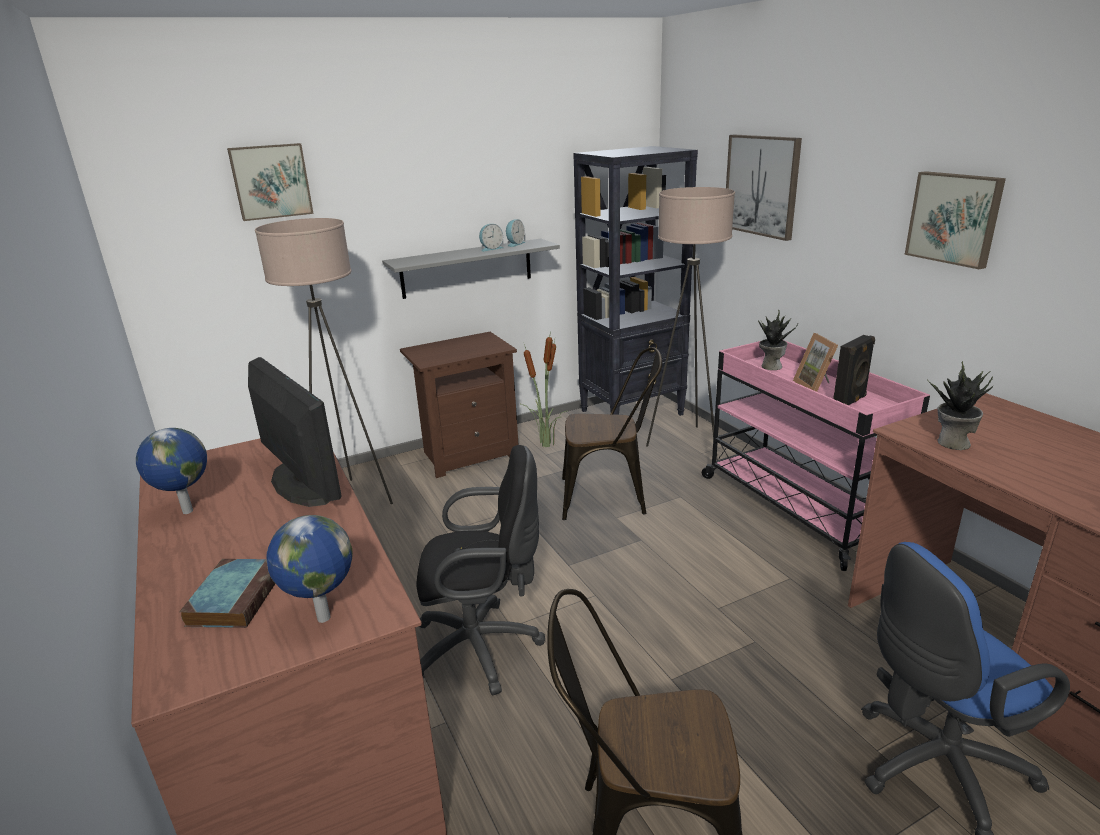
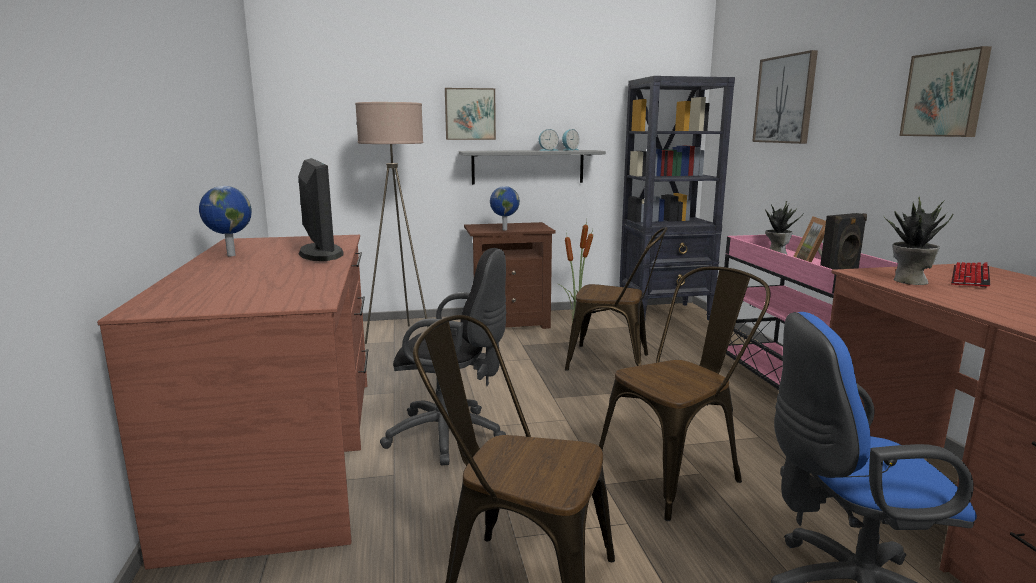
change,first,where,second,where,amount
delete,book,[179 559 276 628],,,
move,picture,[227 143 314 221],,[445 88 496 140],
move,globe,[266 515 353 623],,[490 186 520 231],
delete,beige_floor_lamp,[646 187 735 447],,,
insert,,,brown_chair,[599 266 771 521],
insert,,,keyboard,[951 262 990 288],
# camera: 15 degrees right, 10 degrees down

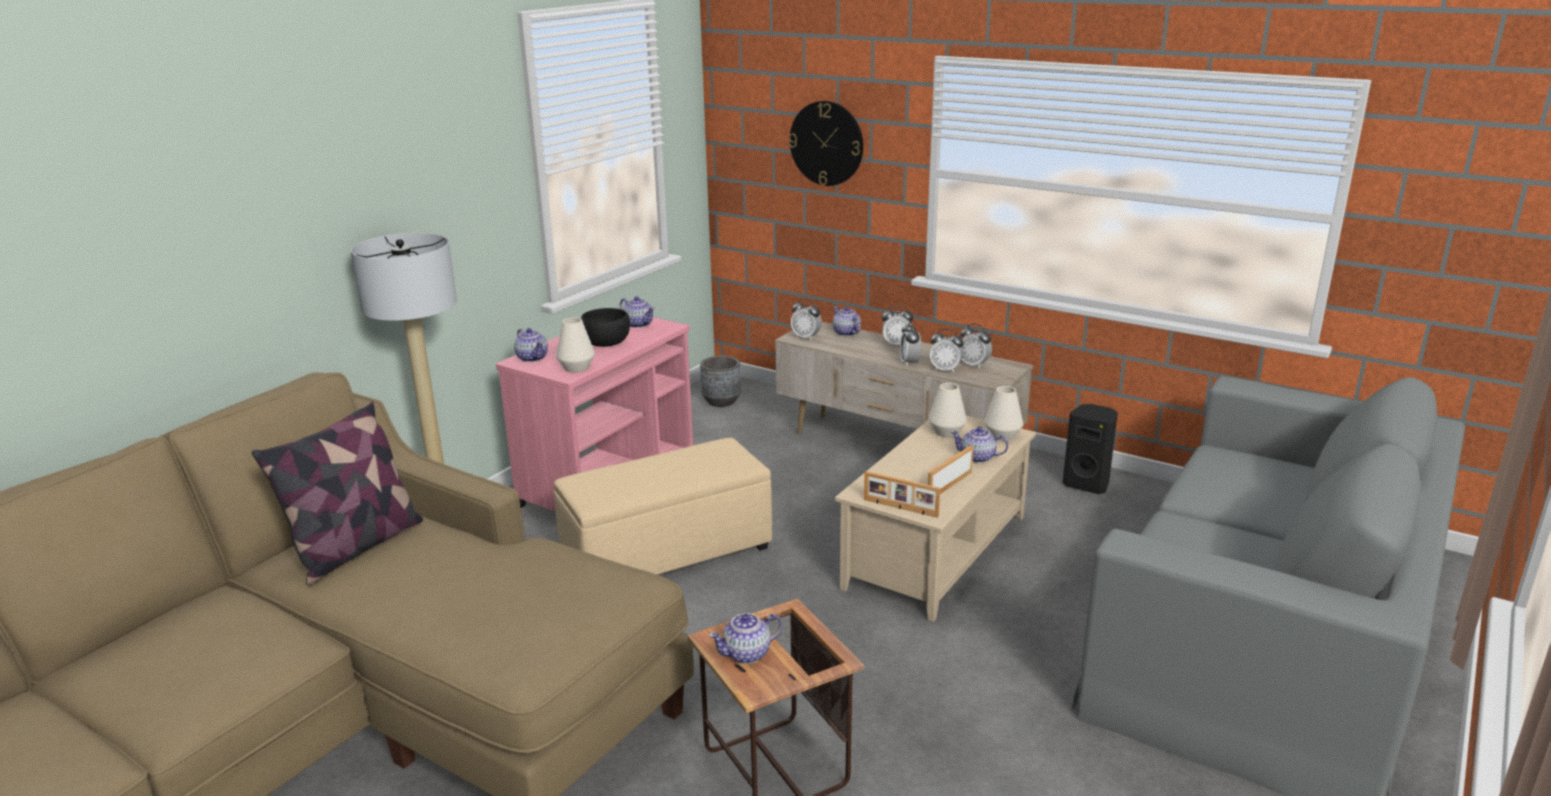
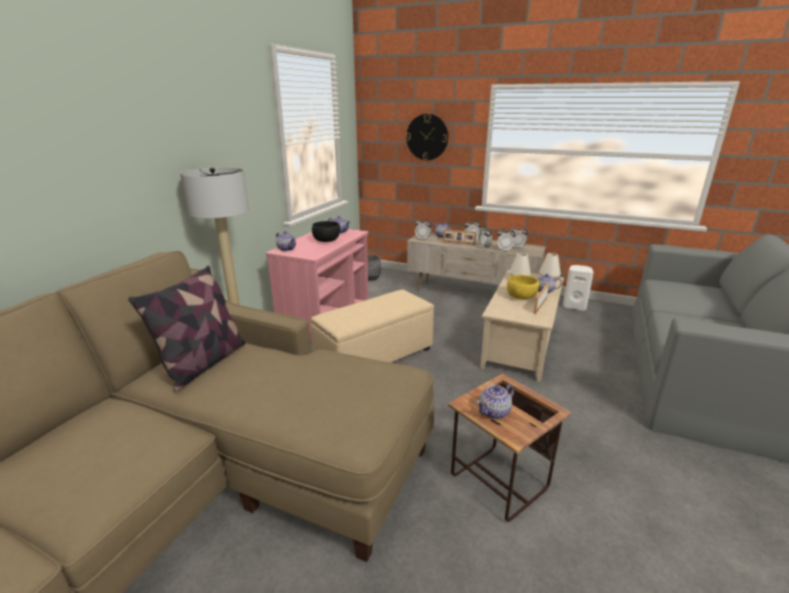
change,first,where,second,where,amount
delete,white_vase,[556 317 595 372],,,
move,picture_frame,[864 471 940 518],,[443 229 476 245],
recolor,black_speaker,[1063 404 1118 494],white_speaker,[563 265 594 311],
insert,,,yellow_bowl,[507 275 539 299],
# camera: 10 degrees left, 0 degrees up

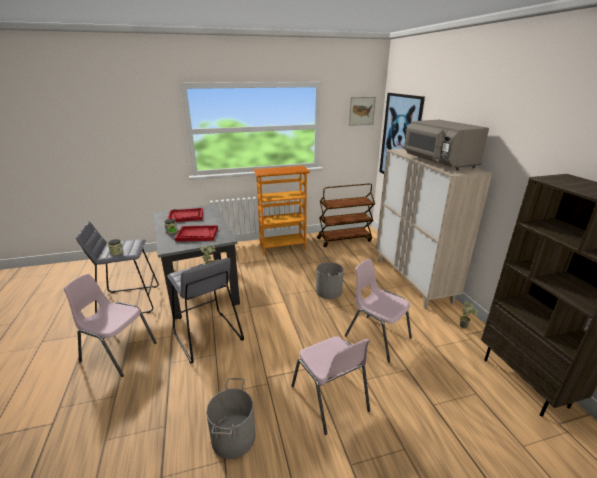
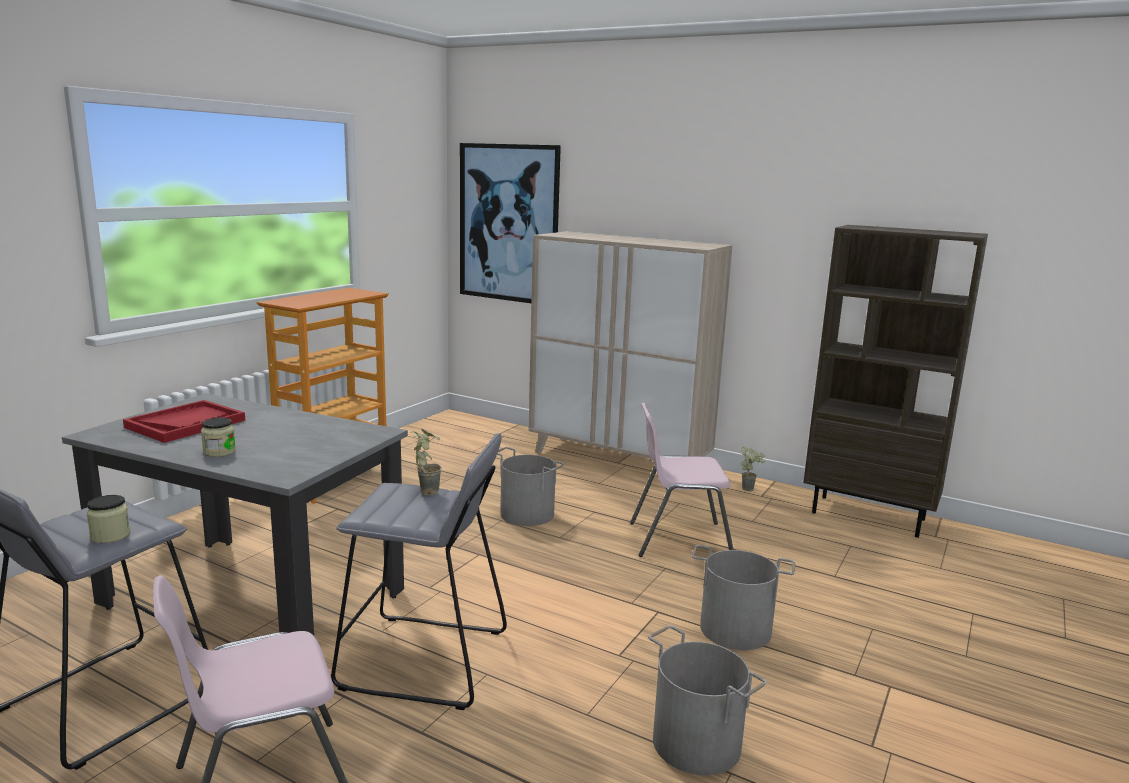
change,first,where,second,where,amount
delete,red_tray,[175 225 218 242],,,
replace,pink_chair,[291 336 370 435],grey_bucket,[692 545 795 650],
delete,brown_cart,[317 183 375 247],,,
delete,picture,[349 97 376 126],,,
delete,grey_microwave,[404 120 489 170],,,
# camera: 45 degrees left, 10 degrees down

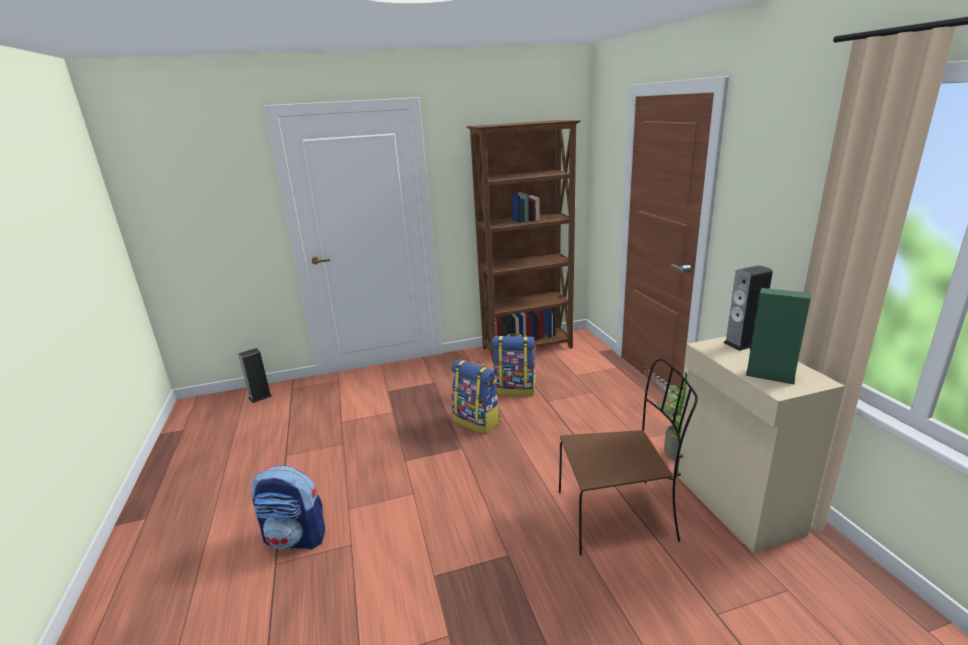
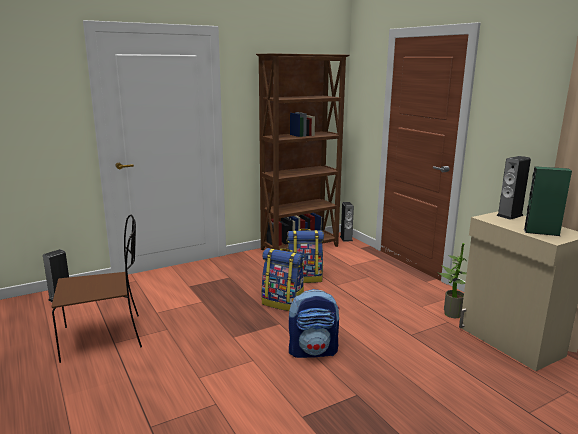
change,first,where,second,where,amount
move,backpack,[251 465 325 549],,[289 289 340 358],
move,brown_chair,[559 359 698 555],,[51 215 142 363],
insert,,,speaker,[340 202 354 242],
# camera: 15 degrees left, 5 degrees down

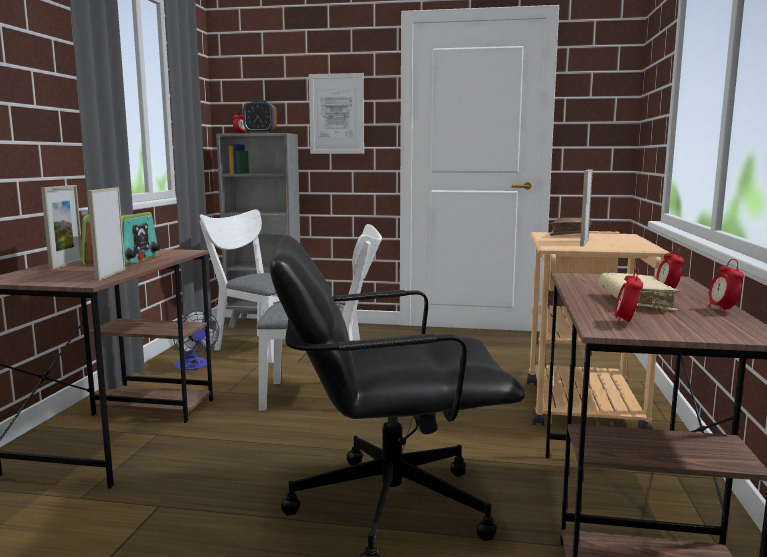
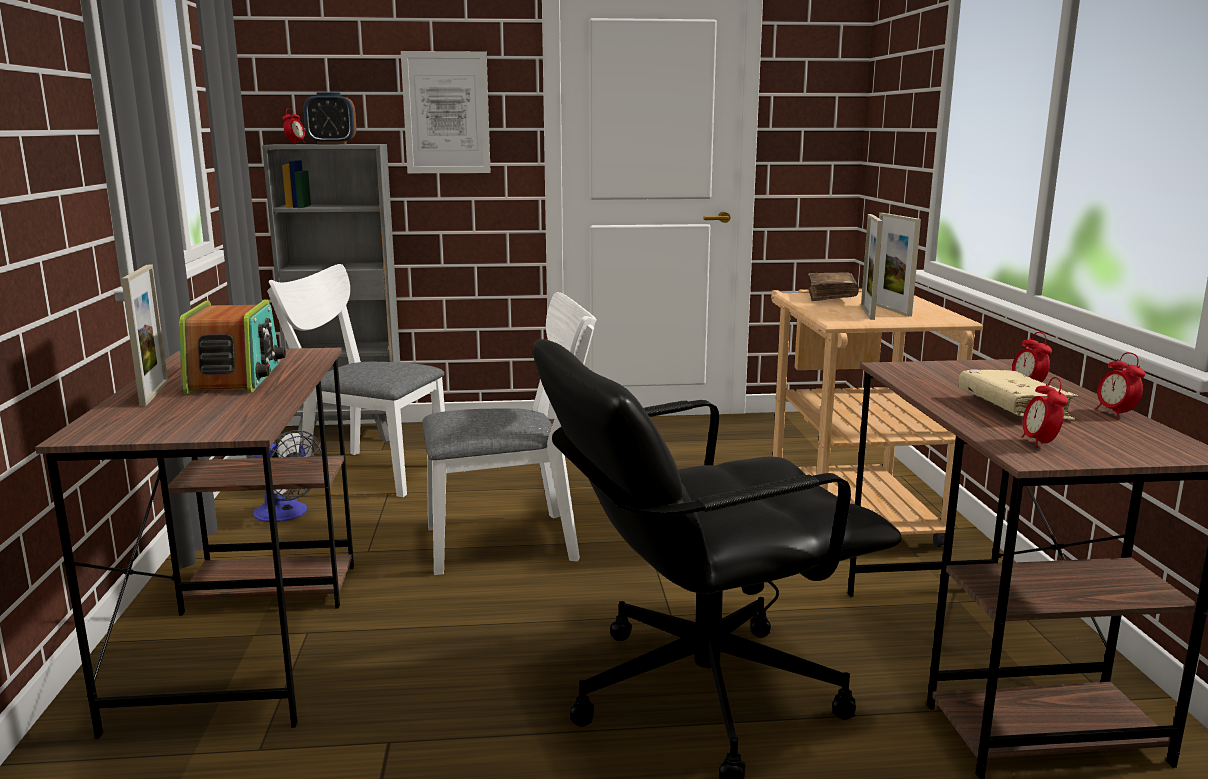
change,first,where,second,where,amount
move,picture_frame,[87 188 125 281],,[876 213 921 317],
# camera: 15 degrees left, 5 degrees up

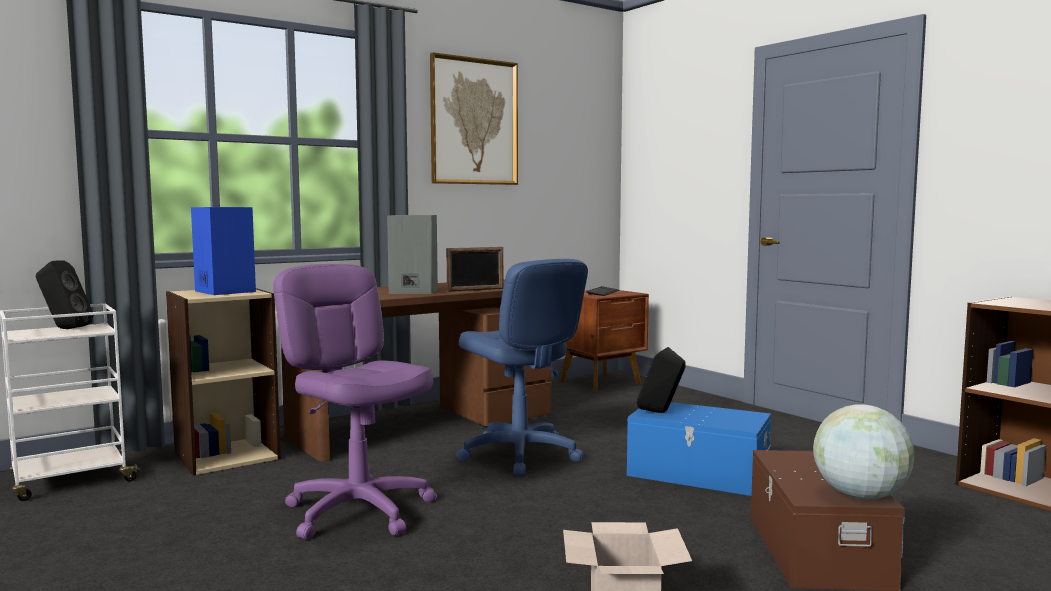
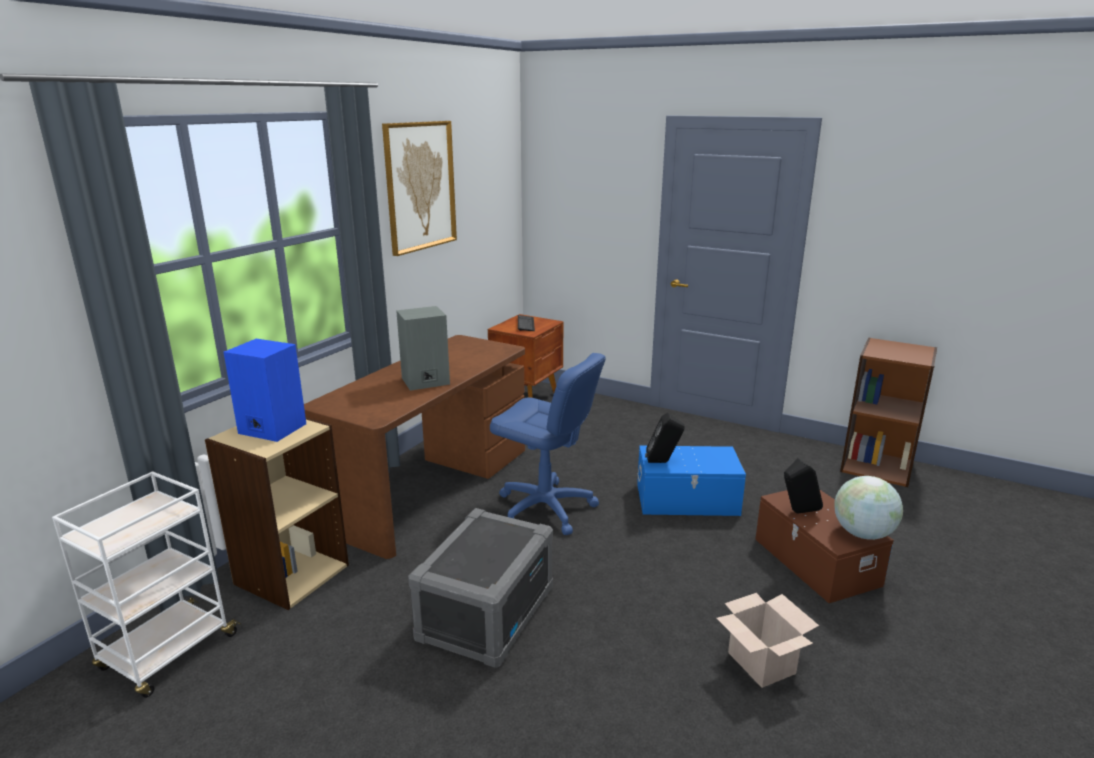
change,first,where,second,where,amount
move,black_speaker,[36 260 94 329],,[784 458 823 514],
replace,purple_office_chair,[273 264 437 539],grey_storage_box,[408 508 553 668],
delete,picture_frame,[446 247 503 292],,,
# camera: 25 degrees left, 15 degrees up

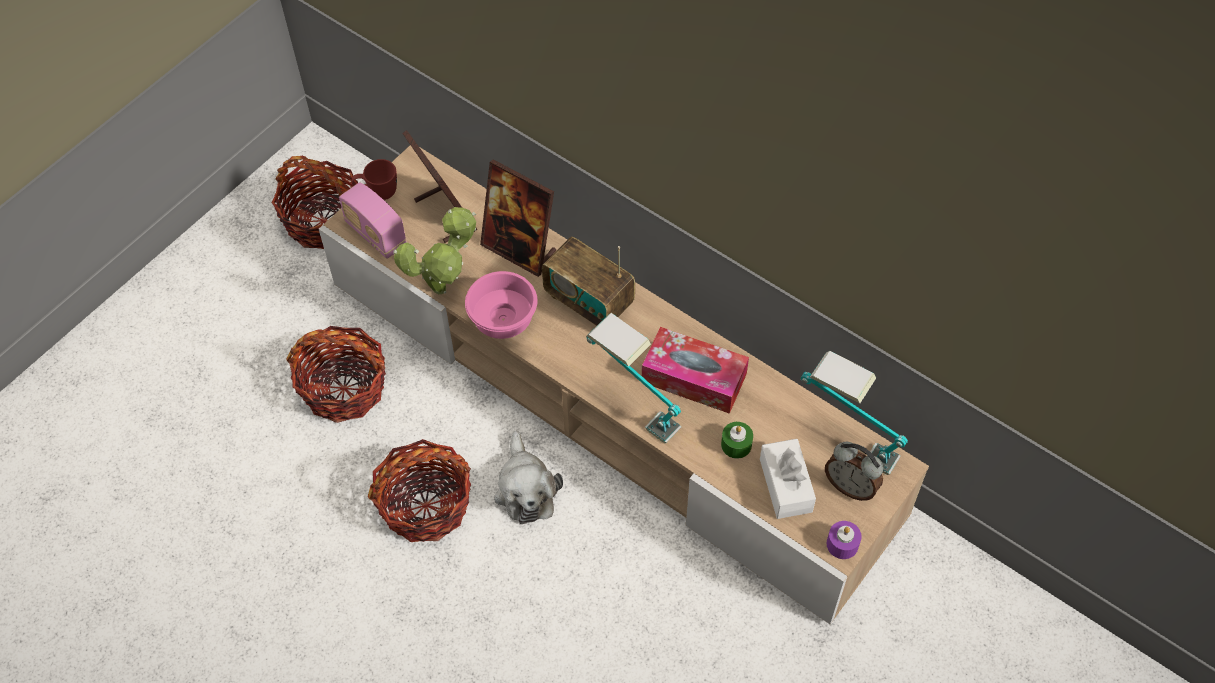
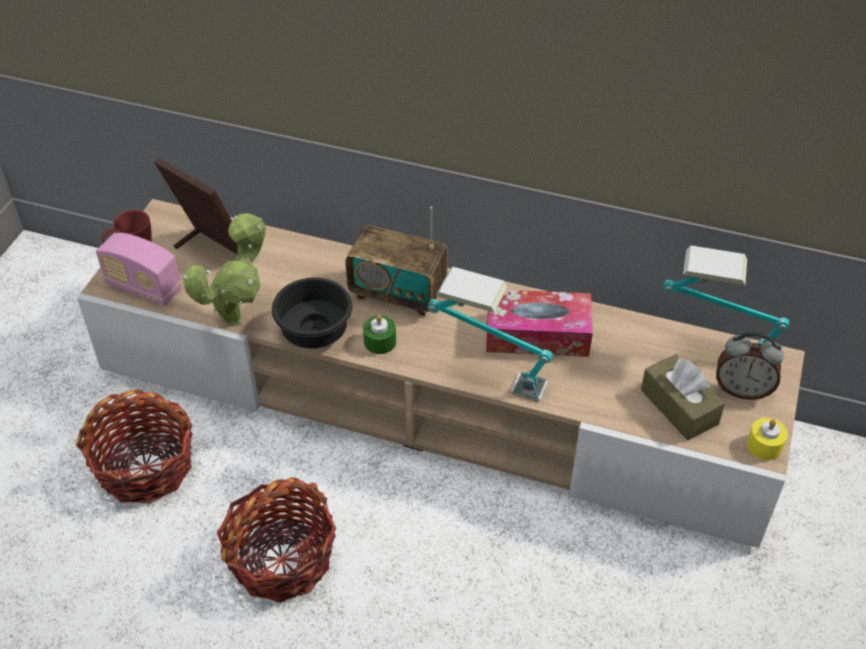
change,first,where,second,where,amount
delete,basket,[272 156 358 249],,,
recolor,pink_bowl,[465 271 538 339],black_bowl,[272 277 353 349],
delete,picture_frame,[480 159 556 277],,,
delete,plush_toy,[494 431 563 524],,,
move,green_candle,[721 422 753 459],,[363 315 396 354],
recolor,white_tissue_box,[760 439 816 519],brown_tissue_box,[641 354 725 440],
recolor,purple_candle,[827 521 862 559],yellow_candle,[747 418 788 460],
# camera: 20 degrees left, 10 degrees down

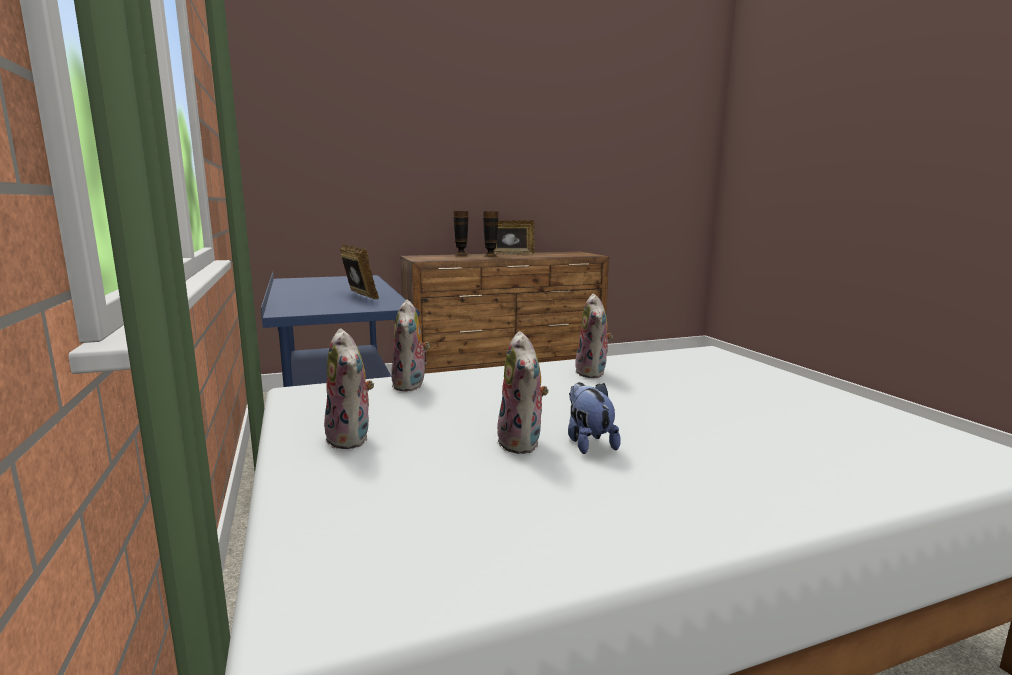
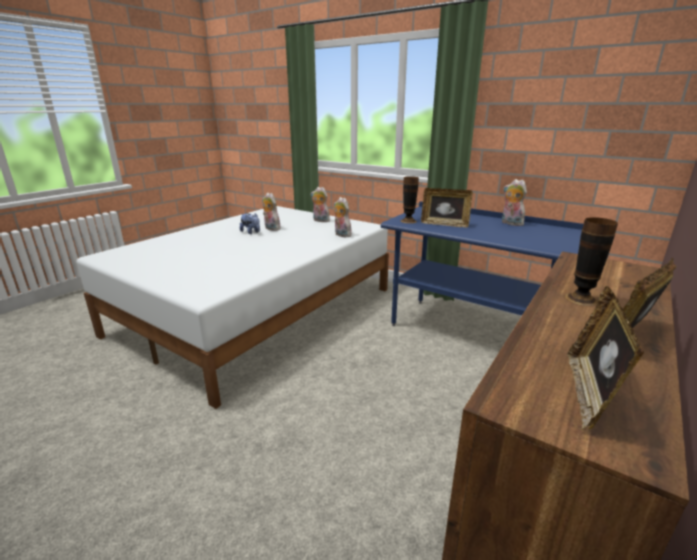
change,first,where,second,where,amount
move,vase,[454 211 469 257],,[401 176 419 223],
move,plush_toy,[575 294 613 378],,[502 179 527 226],
insert,,,picture_frame,[567 286 644 429],
# camera: 145 degrees right, 10 degrees up

